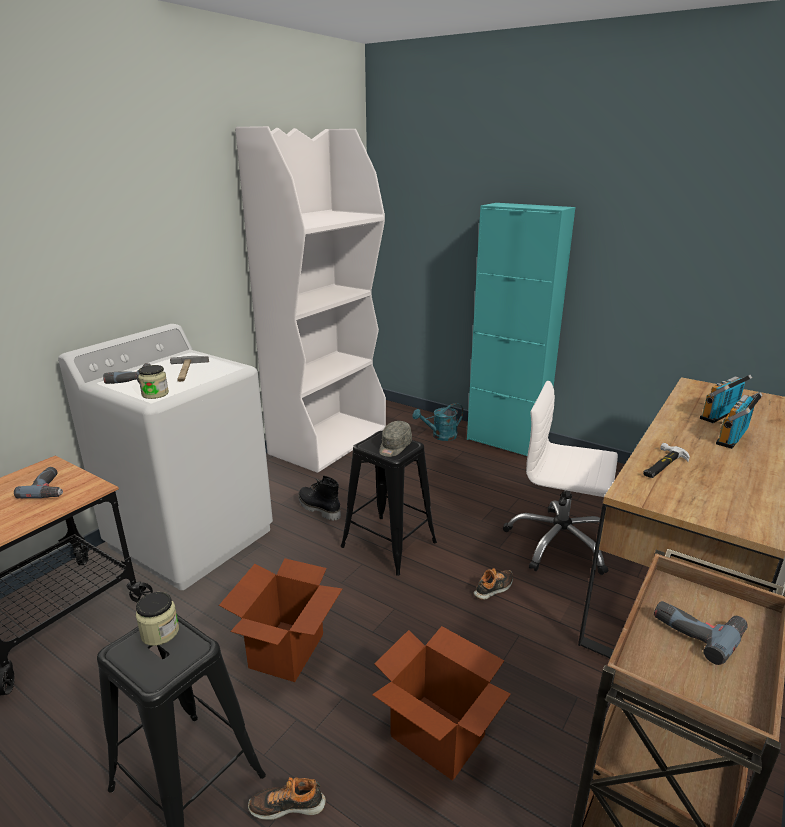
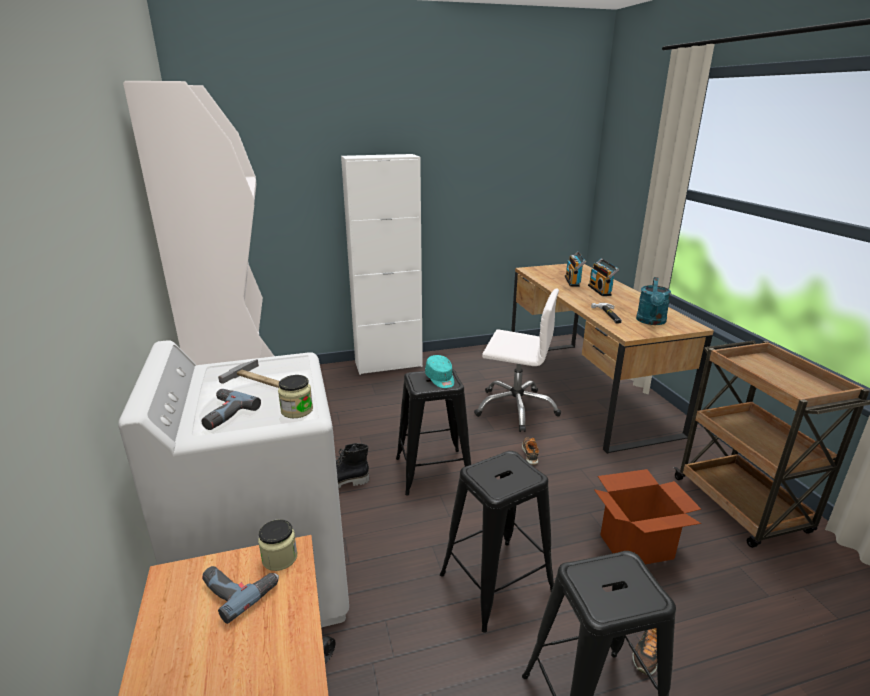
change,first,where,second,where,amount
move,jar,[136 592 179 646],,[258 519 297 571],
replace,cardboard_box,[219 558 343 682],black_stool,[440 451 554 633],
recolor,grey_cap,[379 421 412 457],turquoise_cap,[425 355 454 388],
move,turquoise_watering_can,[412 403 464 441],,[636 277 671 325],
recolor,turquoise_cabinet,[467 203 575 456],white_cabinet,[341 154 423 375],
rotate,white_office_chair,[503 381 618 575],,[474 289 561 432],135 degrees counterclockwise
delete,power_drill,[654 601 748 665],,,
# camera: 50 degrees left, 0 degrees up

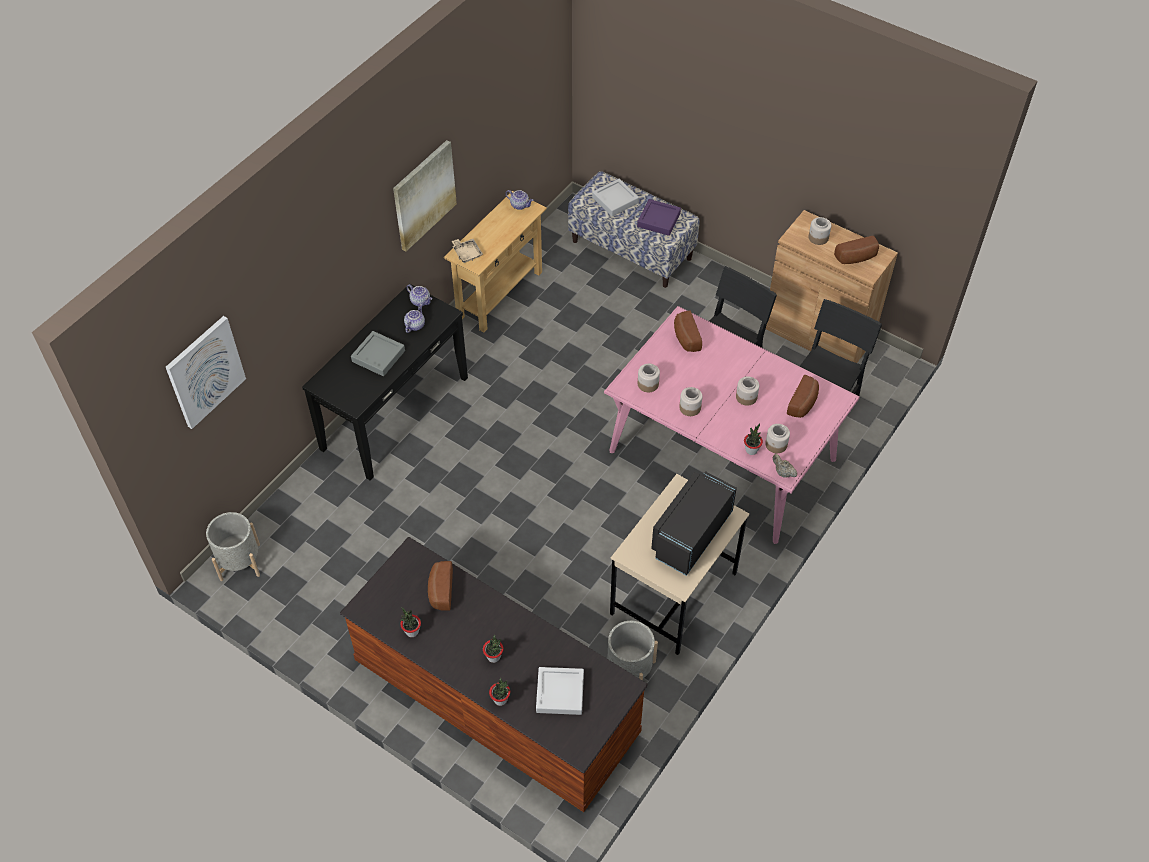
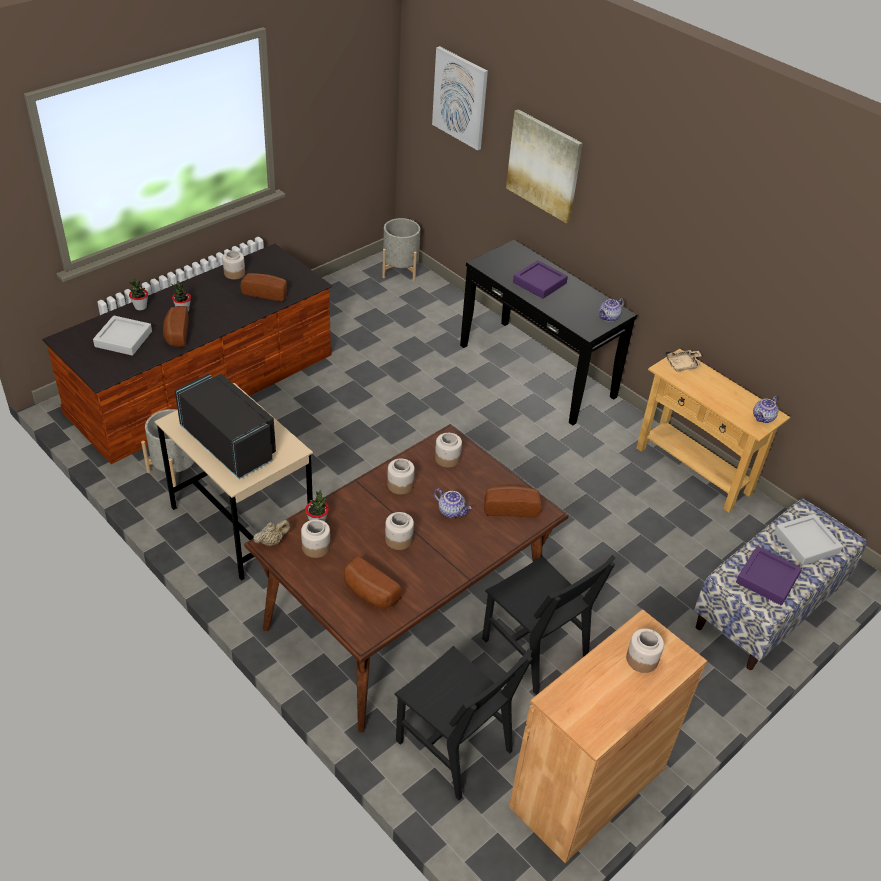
change,first,where,second,where,amount
recolor,grey_tray,[351 331 405 376],purple_tray,[513 260 568 299],
move,picture,[393 140 457 252],,[506 109 583 223],
replace,potted_plant,[400 607 421 637],jar,[222 251 245 279],
move,teapot,[404 304 425 333],,[434 489 471 518],
recolor,pink_dining_table,[604 306 860 544],brown_dining_table,[244 424 569 732],
move,bread,[834 236 879 264],,[163 306 189 347],
# camera: 100 degrees right, 10 degrees down

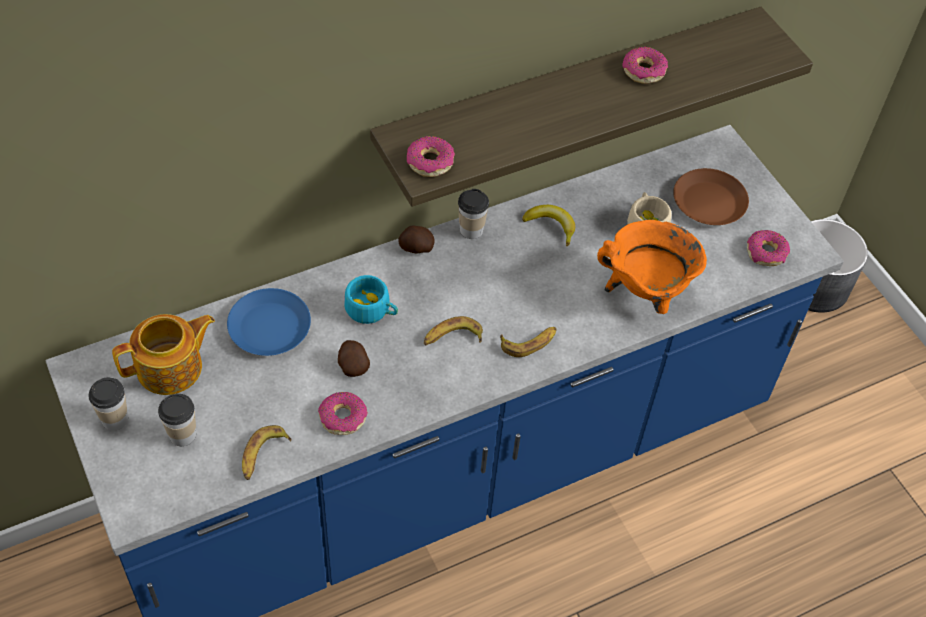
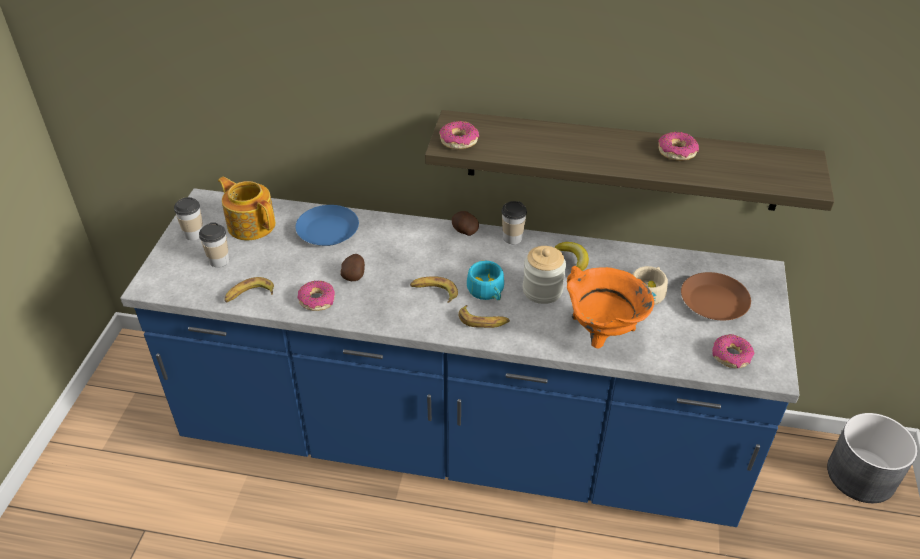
change,first,where,second,where,amount
rotate,teapot,[112 314 215 395],,[218 177 275 240],150 degrees counterclockwise
move,turquoise_cup,[344 275 398 324],,[467 261 504 300],
insert,,,jar,[523 246 566 304],
# camera: 40 degrees right, 10 degrees down

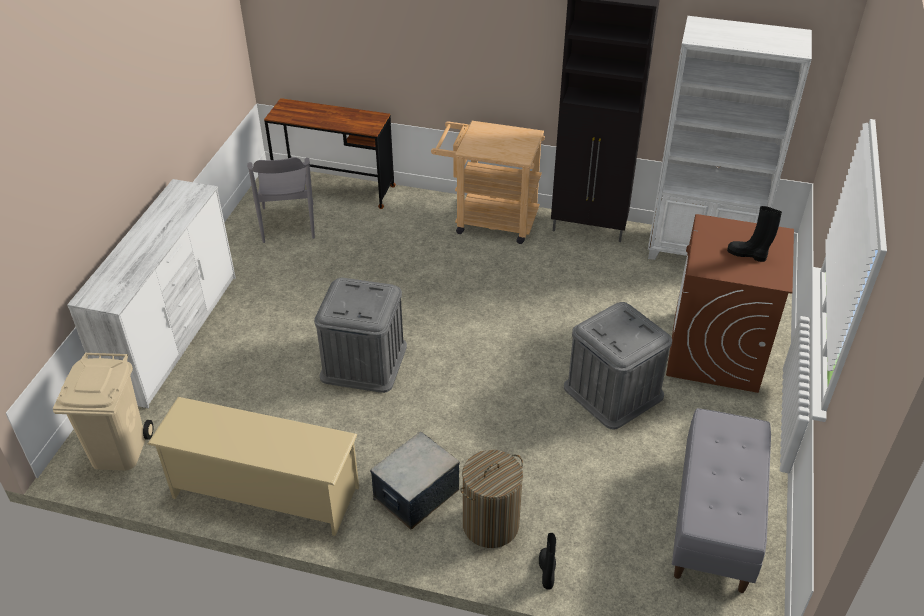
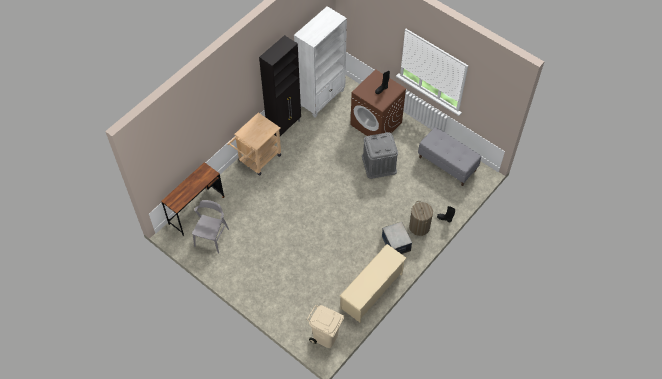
change,first,where,second,where,amount
delete,white_dresser,[67 179 236 408],,,
rotate,grey_chair,[247 157 315 243],,[192 200 229 254],90 degrees counterclockwise
delete,grey_storage_box,[314 278 407 393],,,
# camera: 65 degrees left, 15 degrees up

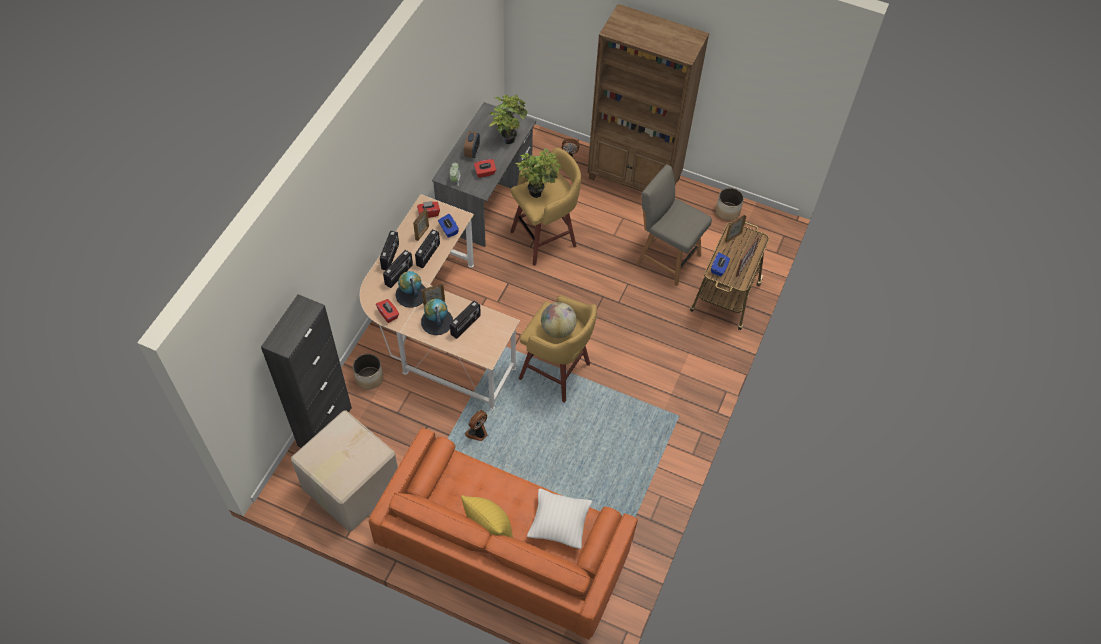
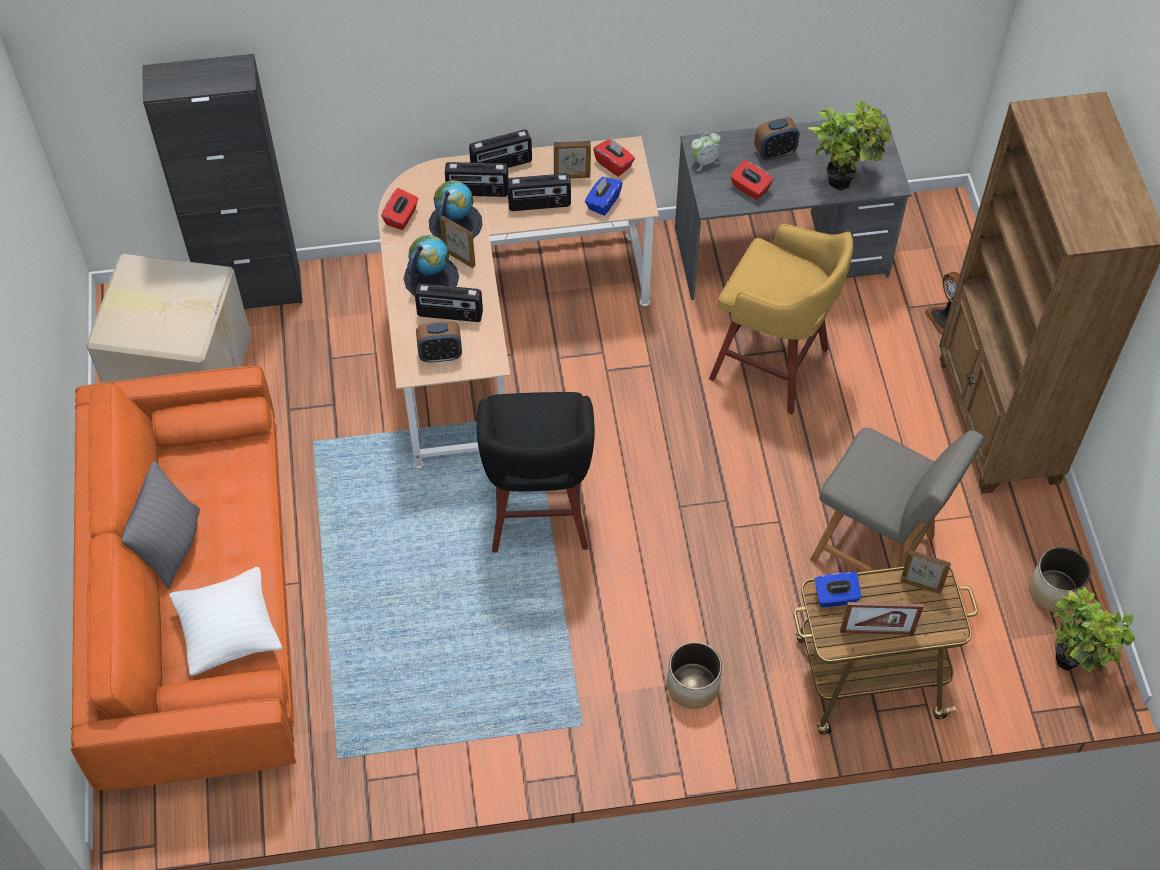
change,first,where,second,where,amount
move,planter,[353 354 383 390],,[667 641 722 709],
recolor,yellow_pillow,[461 495 513 537],grey_pillow,[121 461 200 589],
delete,fan,[465 410 488 441],,,
move,potted_plant,[515 148 561 198],,[1053 586 1135 672],
recolor,yellow_stool,[519 295 597 403],black_stool,[477 392 595 552],
delete,globe,[541 302 577 338],,,
rotate,grey_chair,[637 164 712 286],,[810 427 984 585],120 degrees clockwise
insert,,,alarm_clock,[416 321 462 363],
# camera: 60 degrees right, 0 degrees up

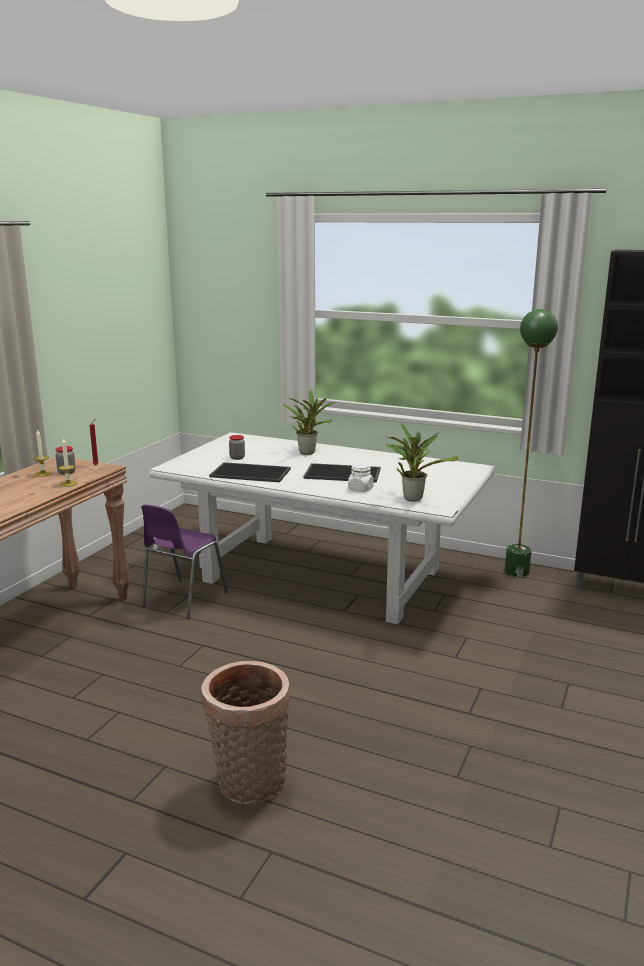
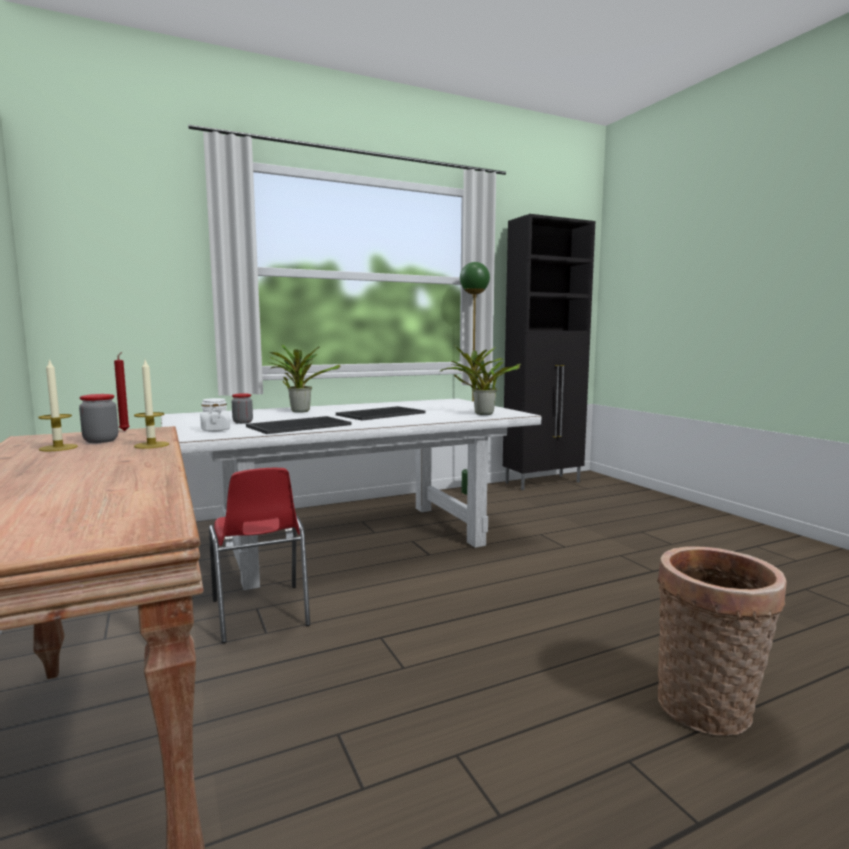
change,first,where,second,where,amount
recolor,purple_chair,[141 505 228 620],red_chair,[209 468 310 643],
move,white_jar,[348 463 374 492],,[200 398 230 432],
# camera: 50 degrees left, 10 degrees down

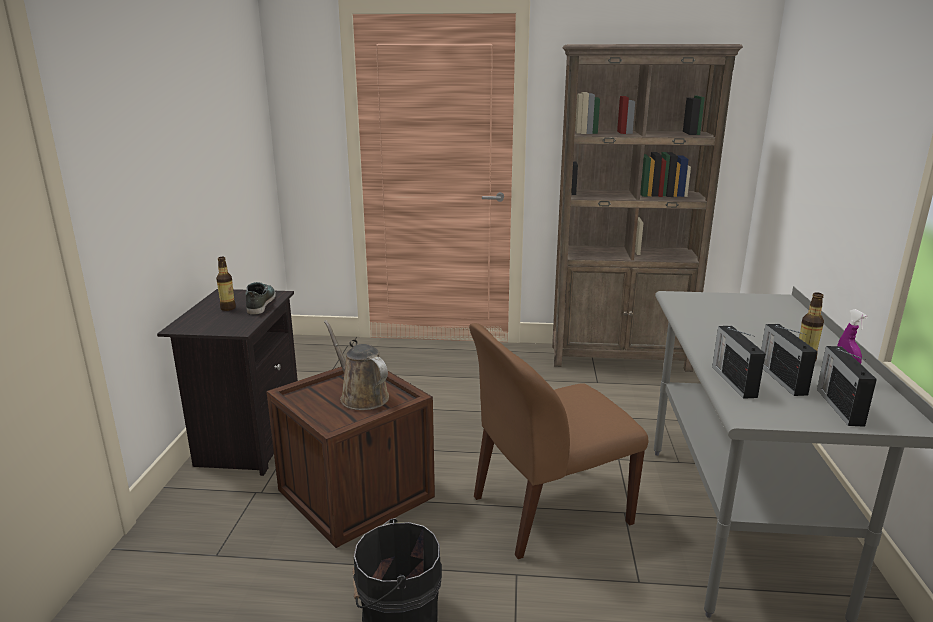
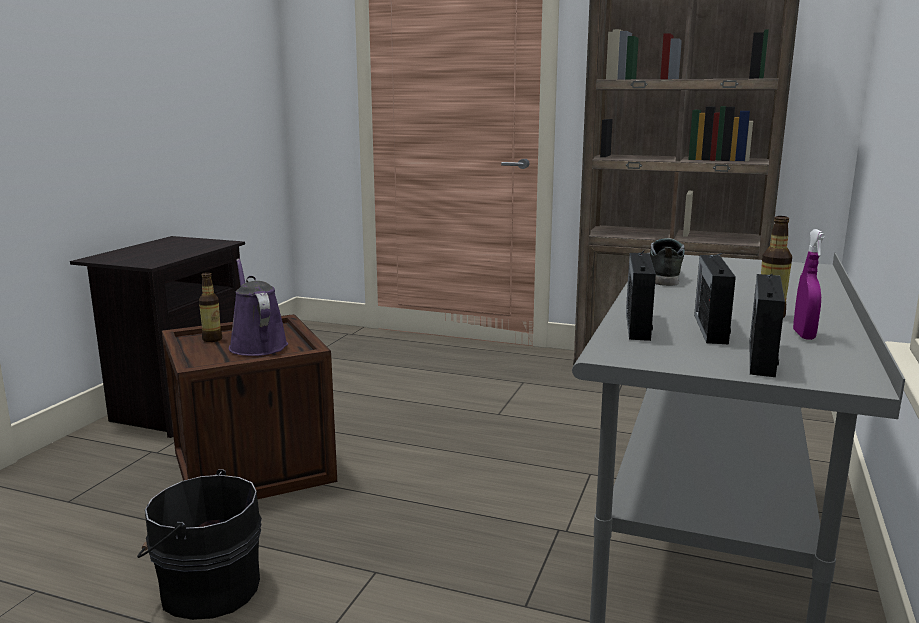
change,first,where,second,where,amount
move,bottle,[216 257 236 311],,[199 272 222 342],
move,shoe,[246 282 276 315],,[650 238 685 286],
recolor,brown_watering_can,[324 320 389 410],purple_watering_can,[229 258 288 356],
delete,brown_chair,[469 323 648 559],,,
# camera: 15 degrees right, 5 degrees down

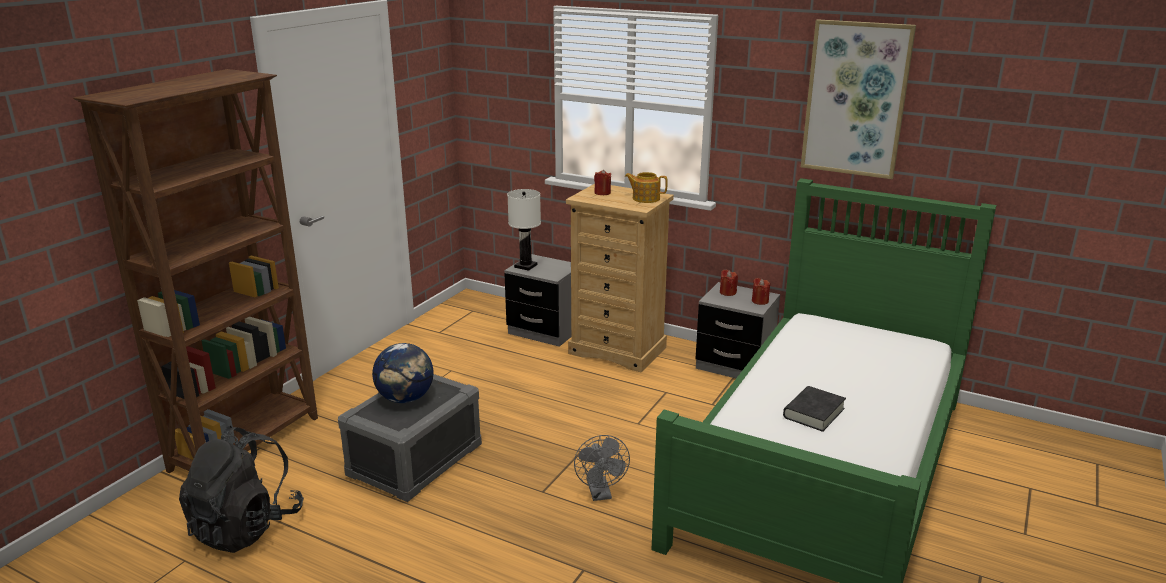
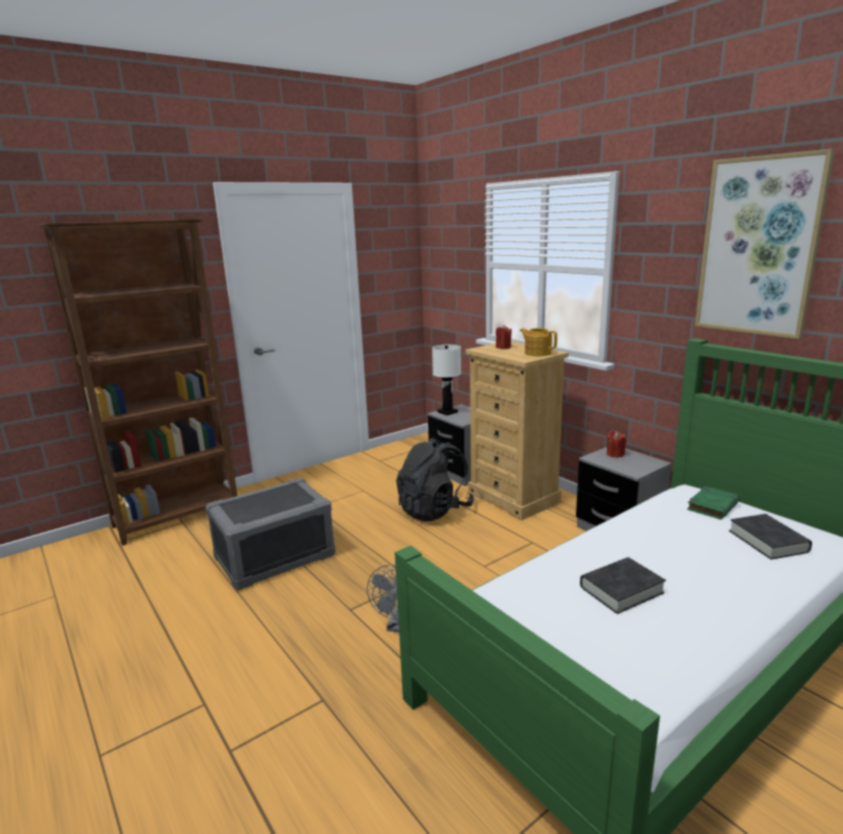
change,first,where,second,where,amount
move,black_backpack,[179 426 304 553],,[396 437 475 522],
delete,globe,[372 343 434 403],,,
delete,red_candle,[752 278 770 305],,,
insert,,,green_book,[687 486 740 519],
insert,,,black_book,[729 514 812 560],
# camera: 25 degrees right, 5 degrees down

